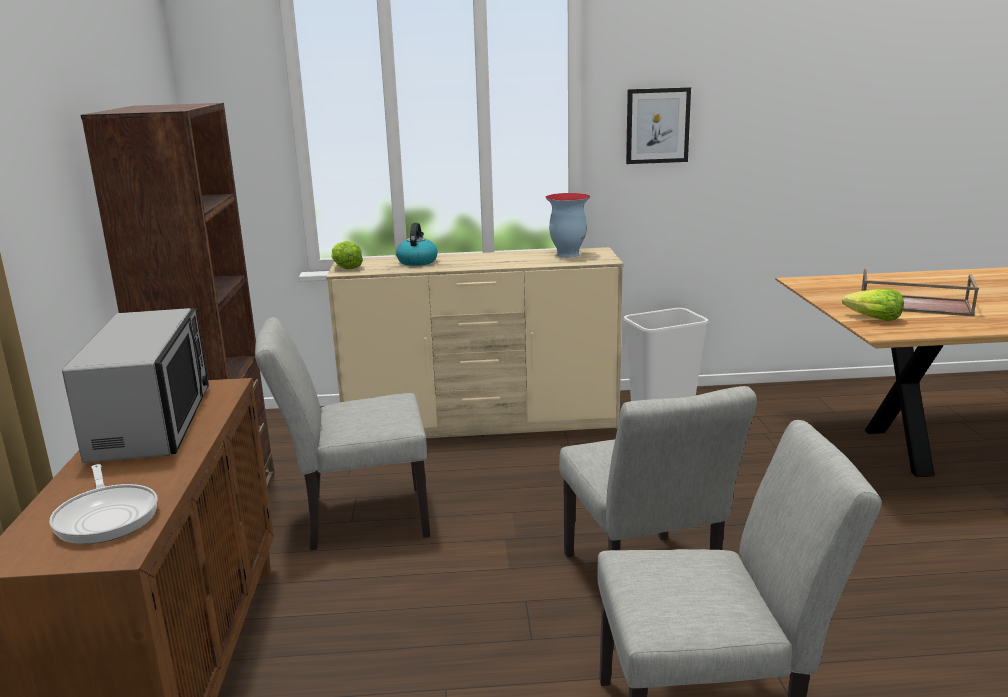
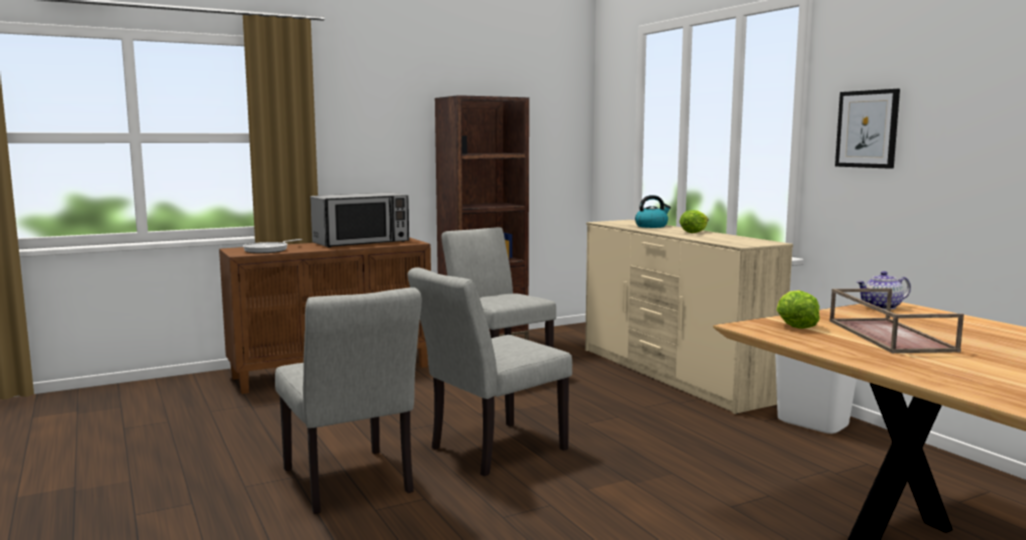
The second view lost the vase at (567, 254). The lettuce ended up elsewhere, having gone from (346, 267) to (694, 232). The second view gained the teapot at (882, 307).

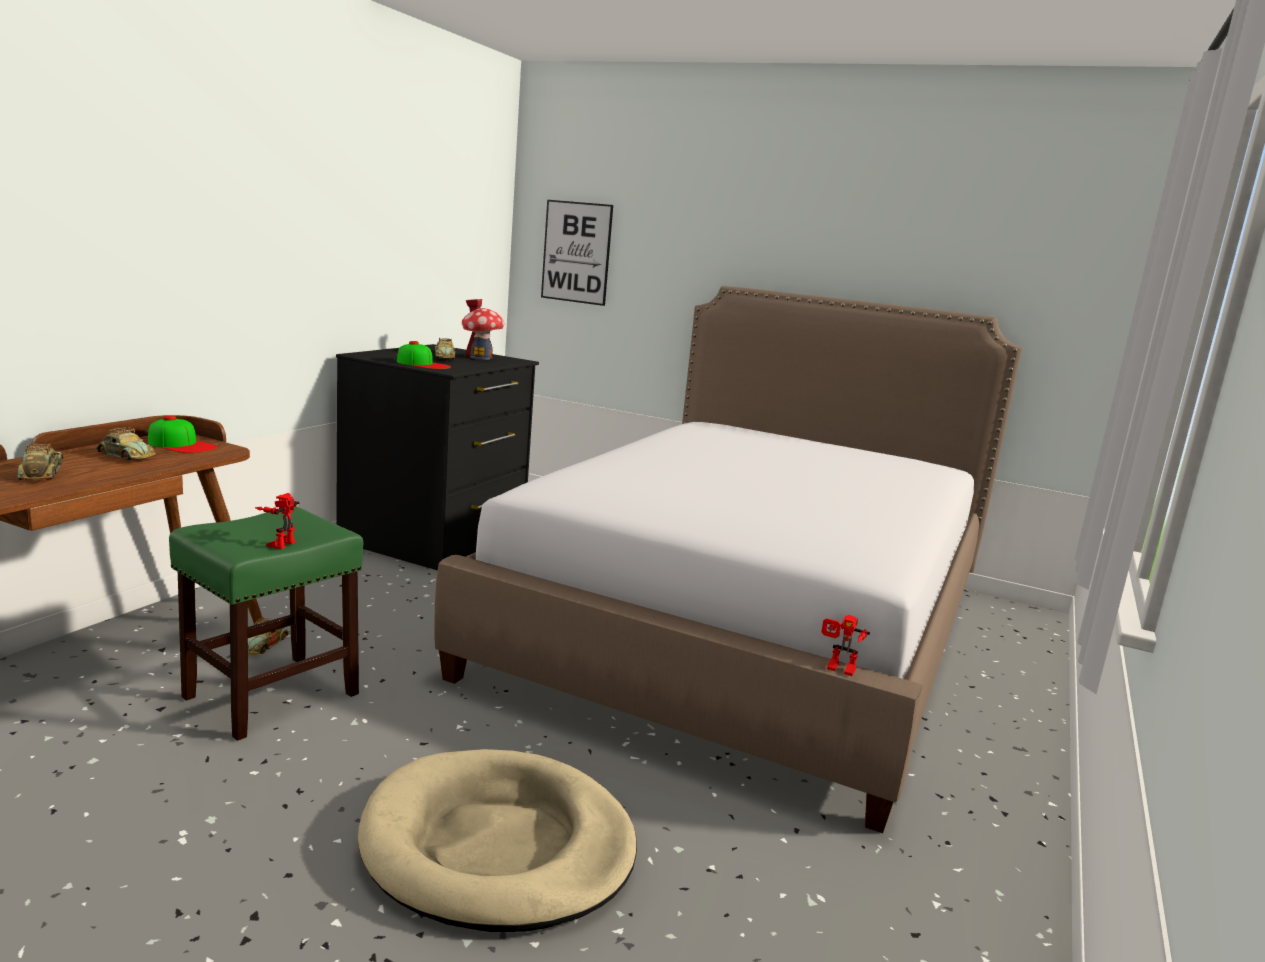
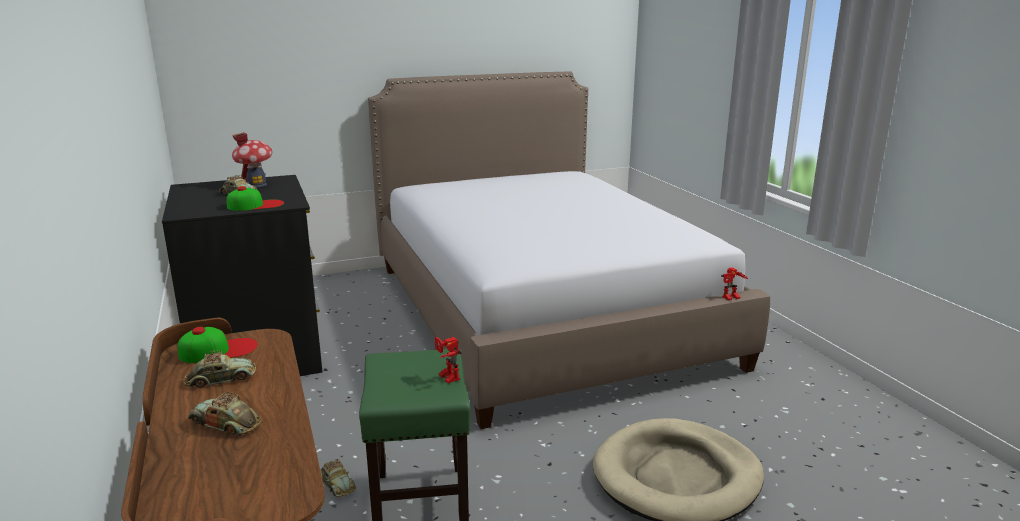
The second view lost the picture at (576, 252).

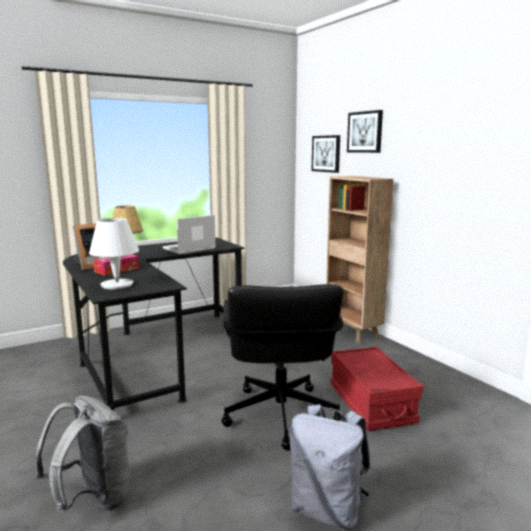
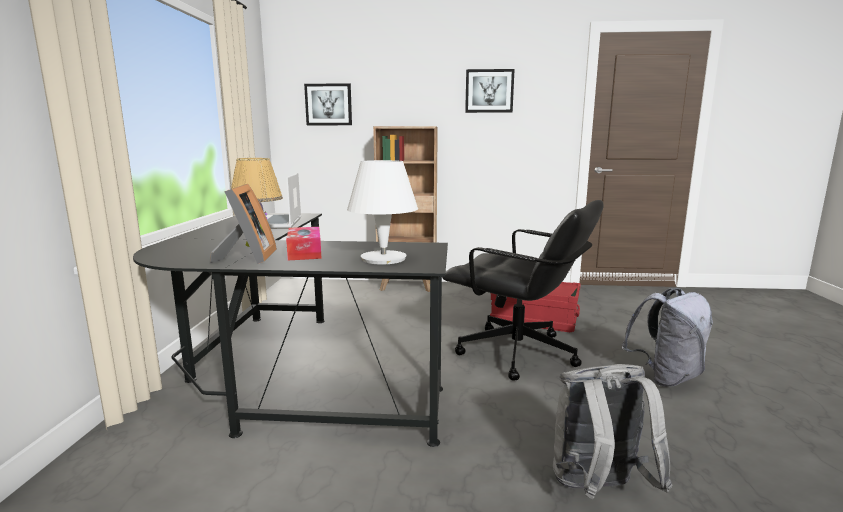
The picture ended up elsewhere, having gone from (365, 132) to (489, 91).

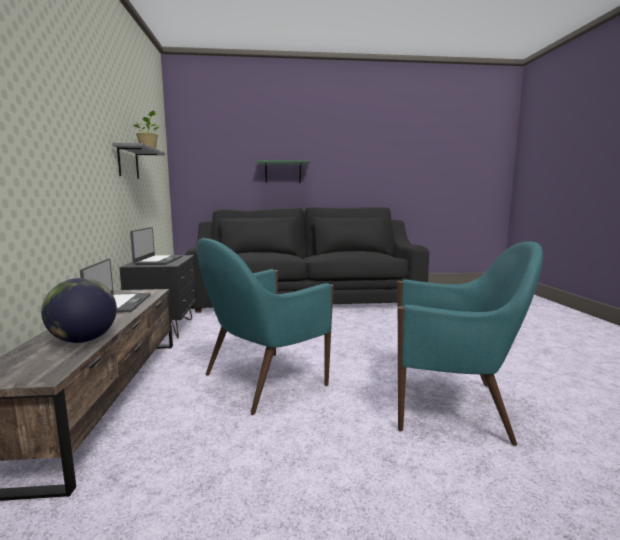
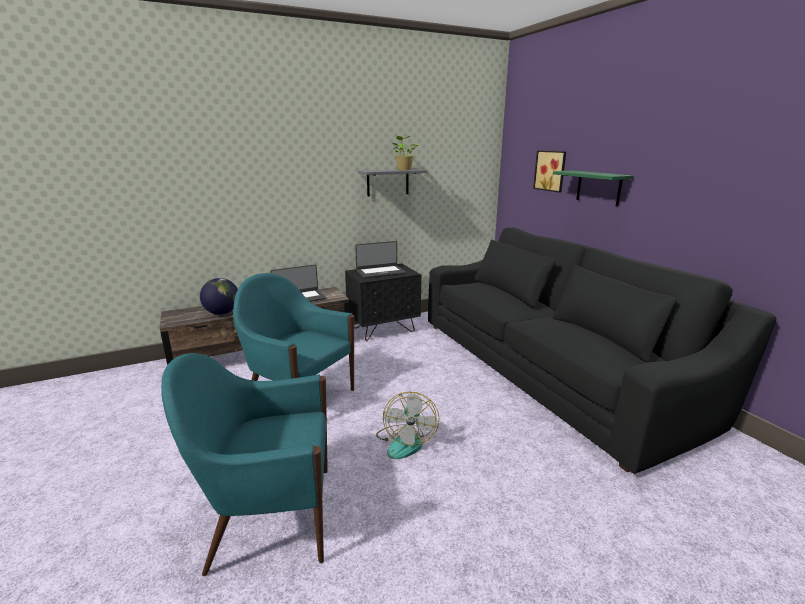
The armchair/turquoise at (451, 406) ended up facing another way, 90 degrees clockwise from before. The second view gained the picture at (551, 171). The second view gained the fan at (405, 441).

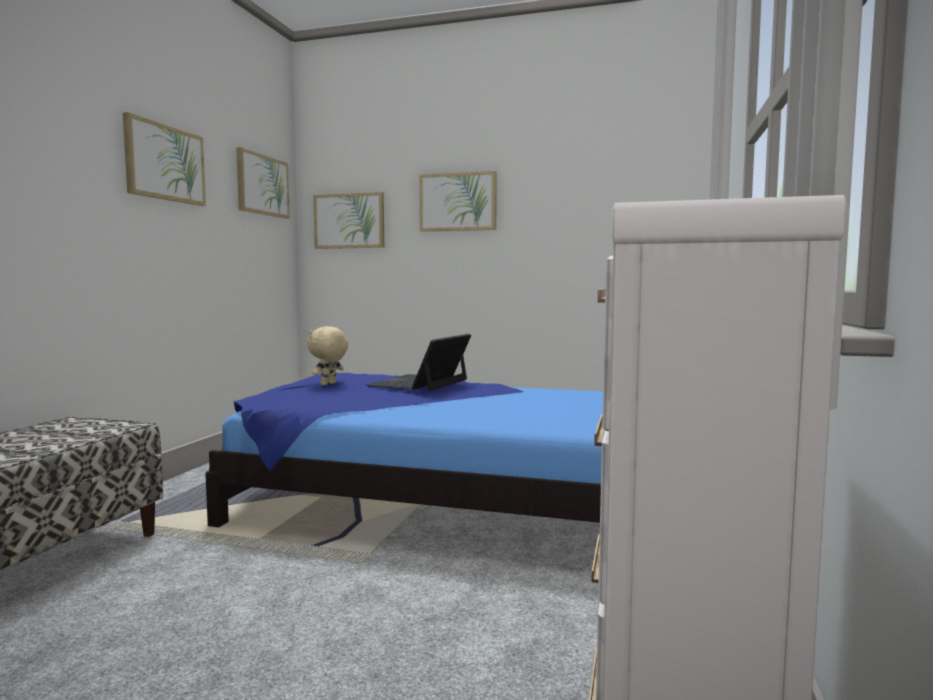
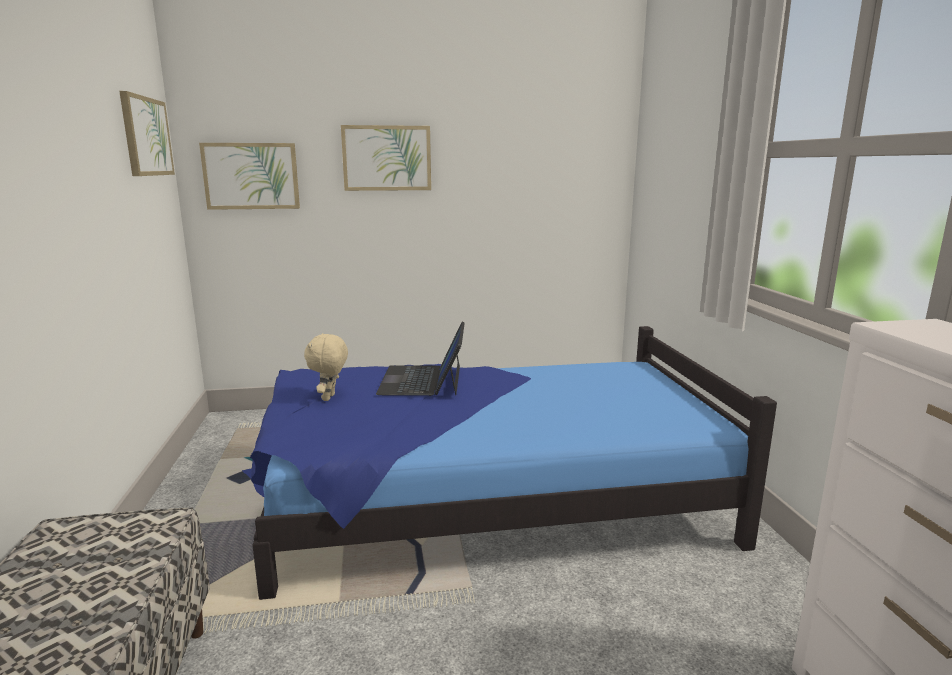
The second view lost the picture at (165, 163).

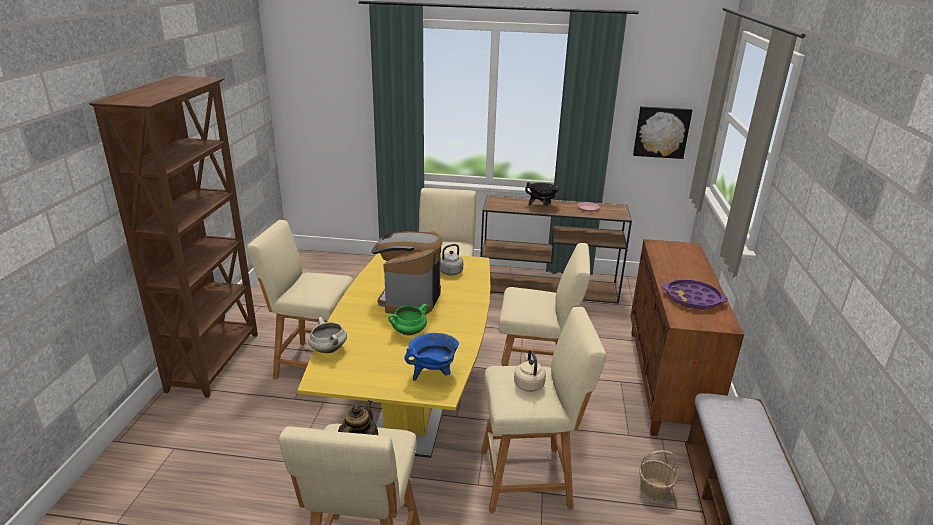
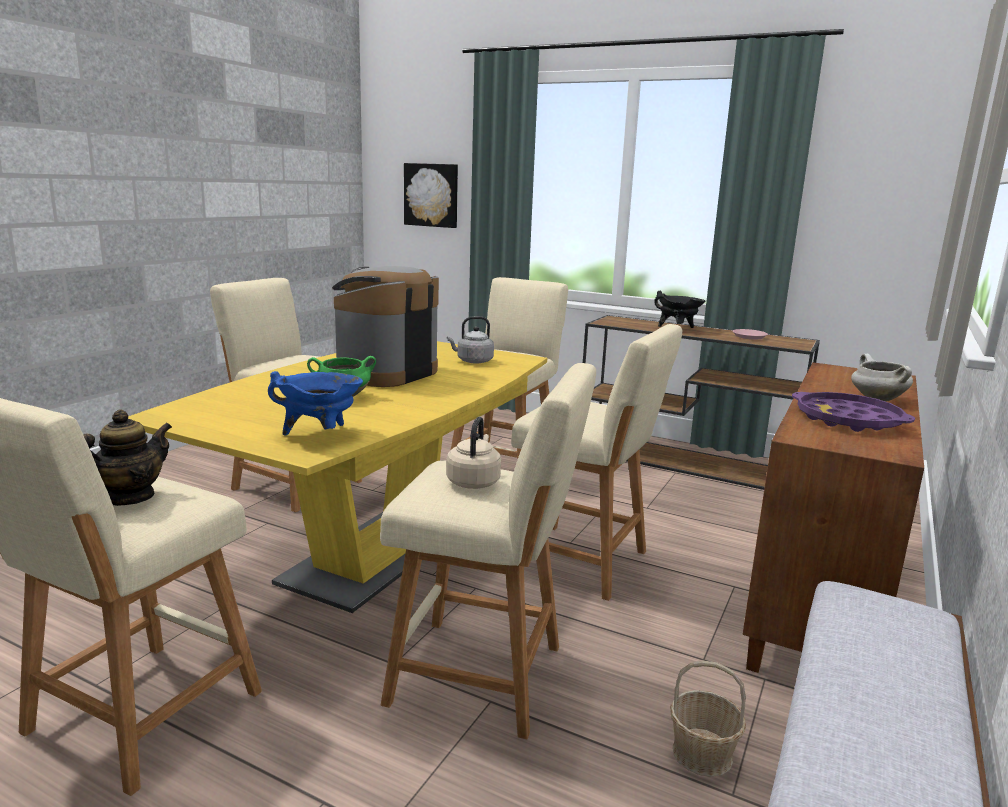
The second view lost the bookcase/brown at (216, 361). The picture ended up elsewhere, having gone from (661, 132) to (432, 195). The cooking pot/white ended up elsewhere, having gone from (328, 349) to (876, 399).

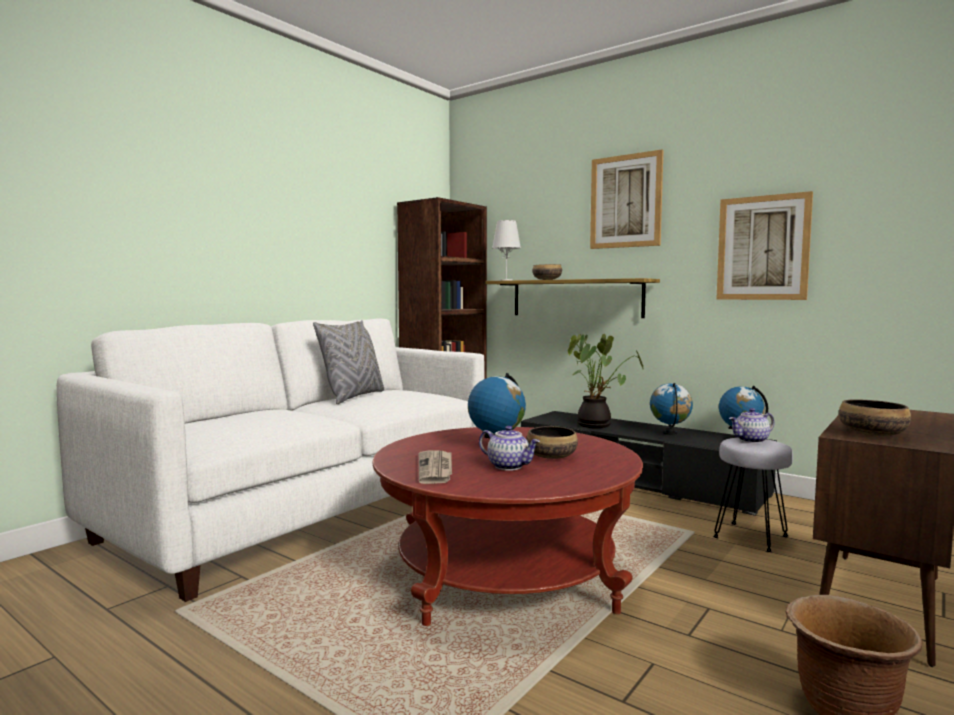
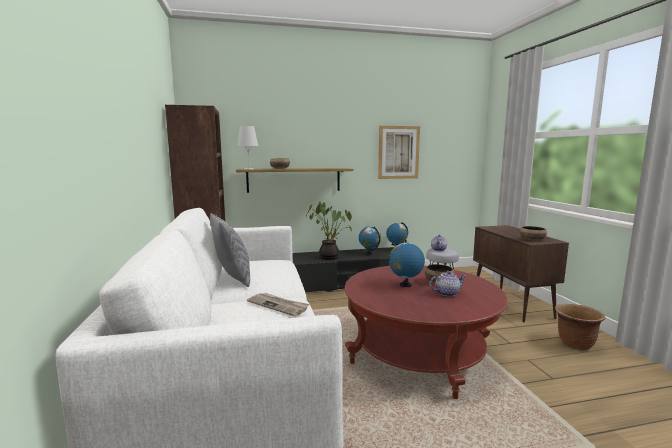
The second view lost the picture at (625, 201). The newspaper ended up elsewhere, having gone from (436, 469) to (278, 305).

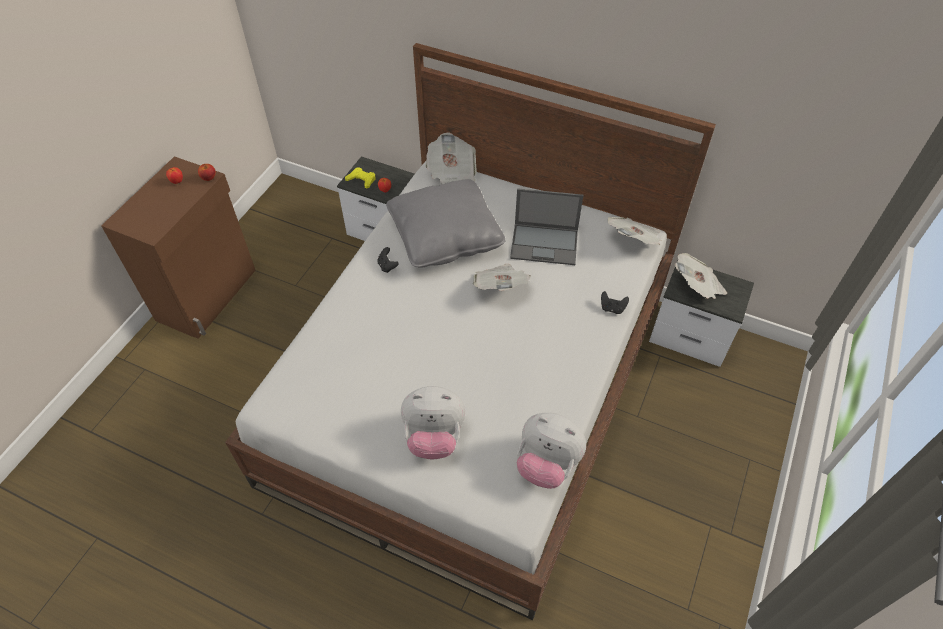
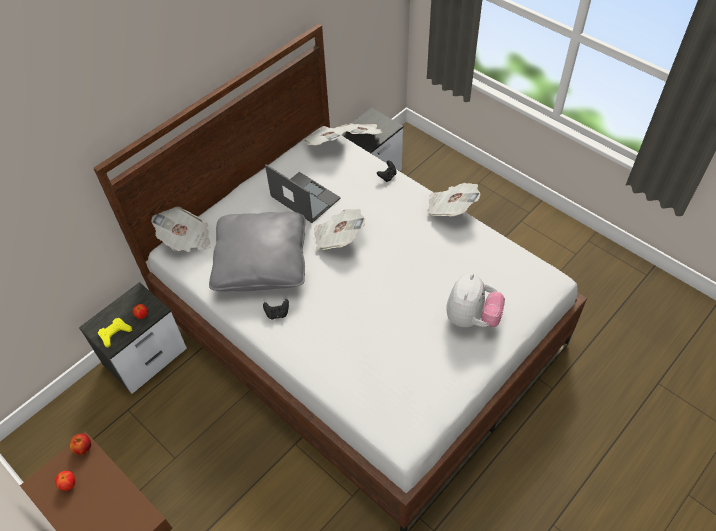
The laptop at (545, 244) ended up facing another way, 75 degrees counterclockwise from before. The second view lost the plush toy at (546, 464). The second view gained the newspaper at (450, 208).

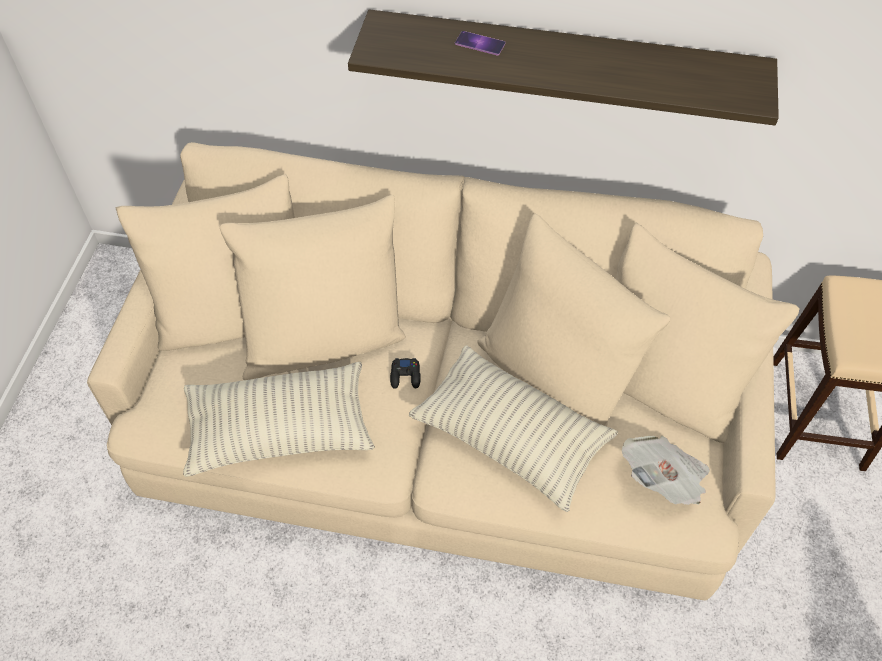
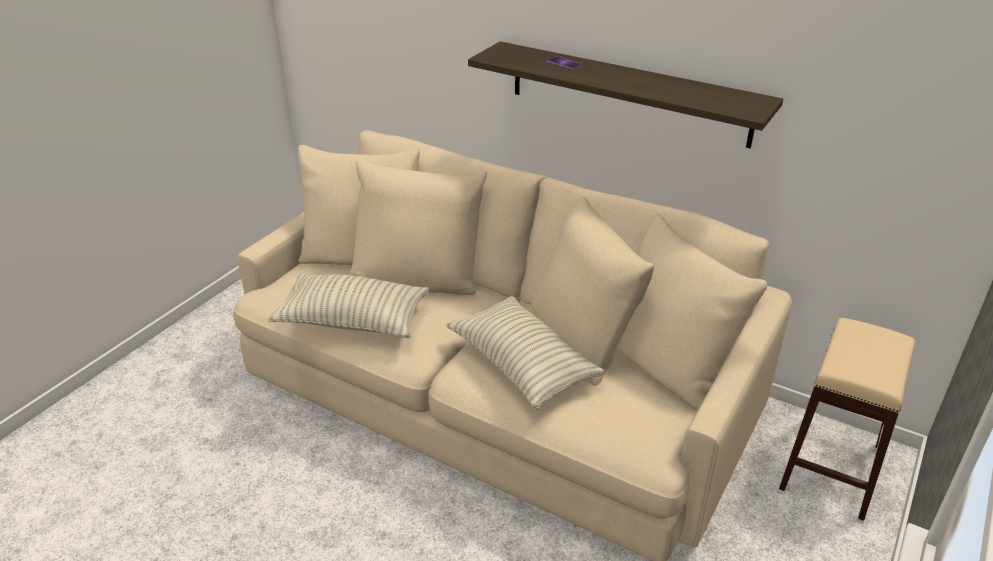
The second view lost the game controller/black at (405, 376). The second view lost the newspaper at (664, 479).

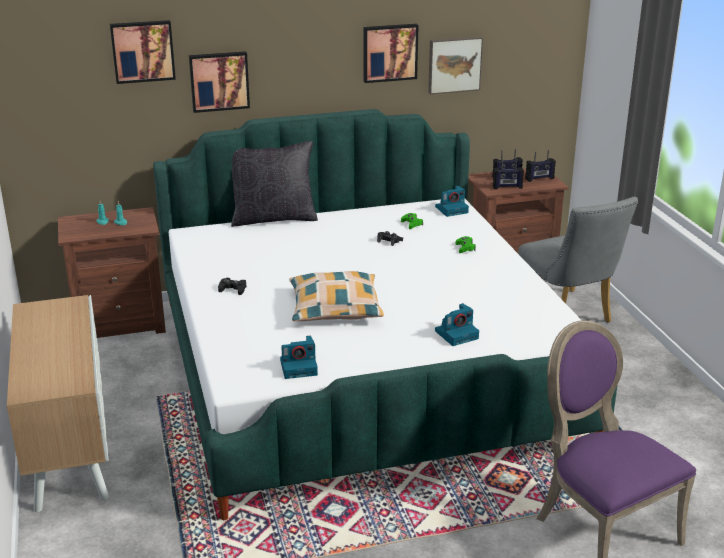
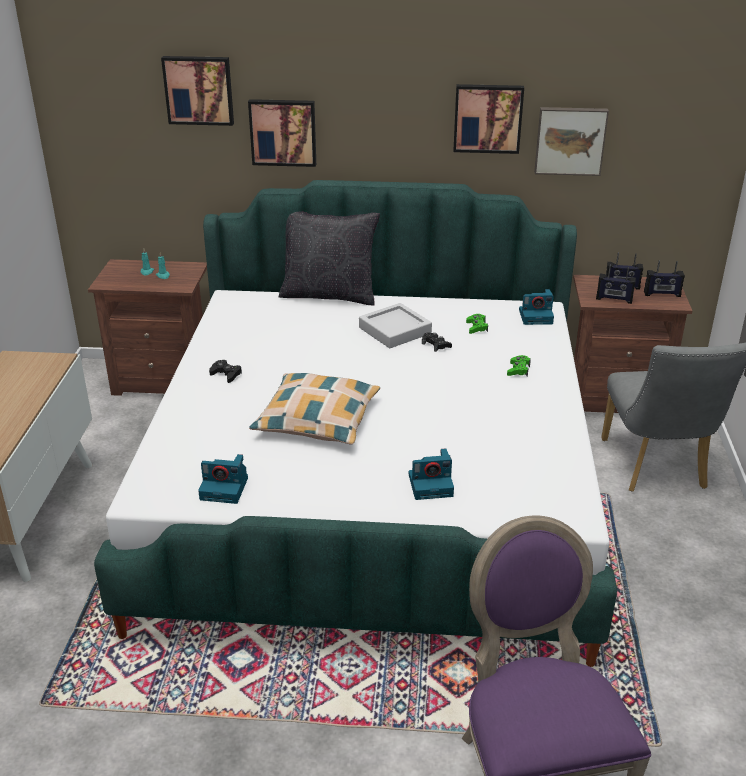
The second view gained the tray/grey at (395, 330).

